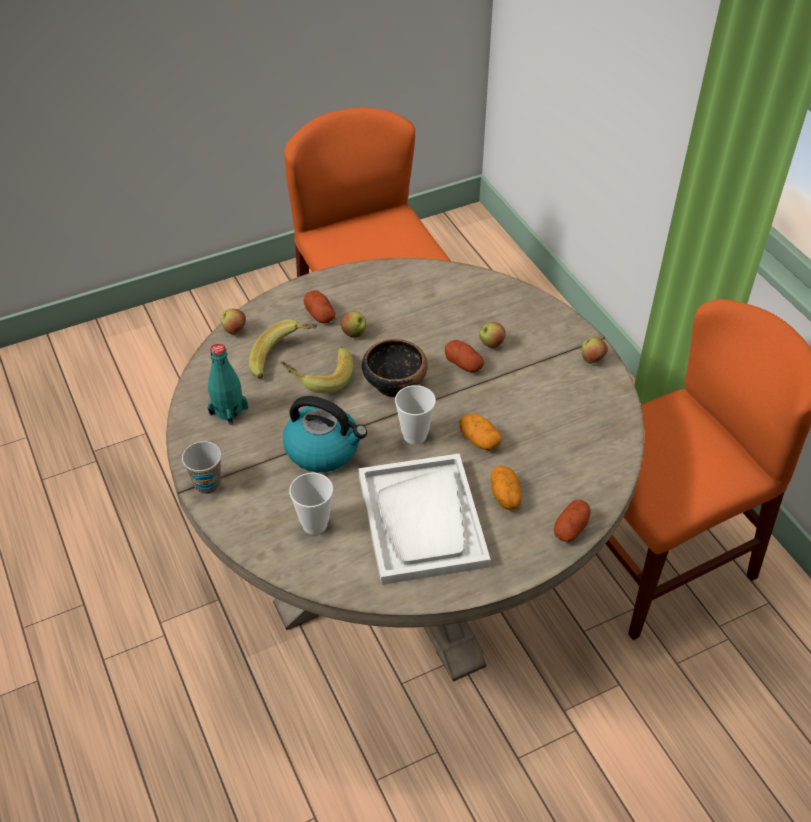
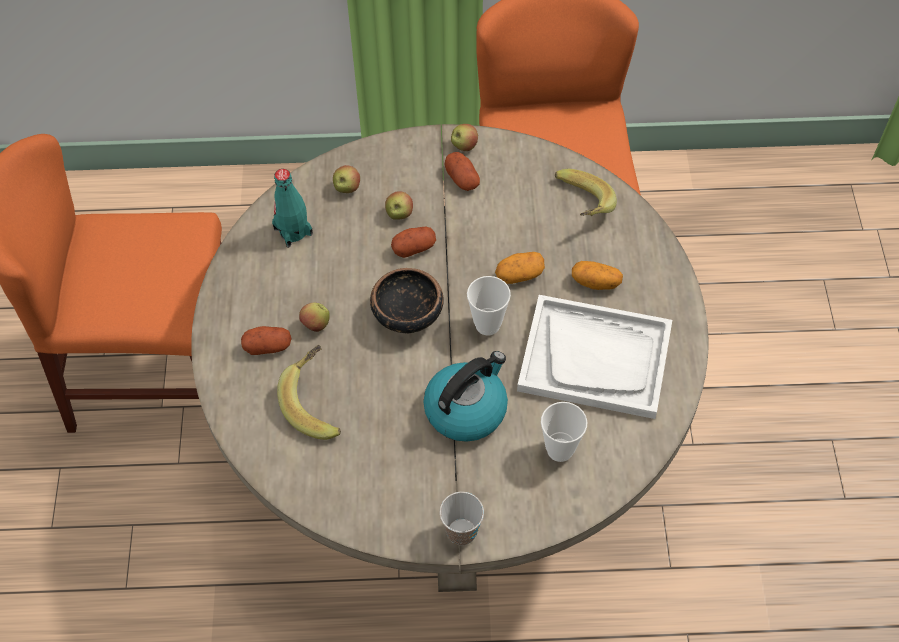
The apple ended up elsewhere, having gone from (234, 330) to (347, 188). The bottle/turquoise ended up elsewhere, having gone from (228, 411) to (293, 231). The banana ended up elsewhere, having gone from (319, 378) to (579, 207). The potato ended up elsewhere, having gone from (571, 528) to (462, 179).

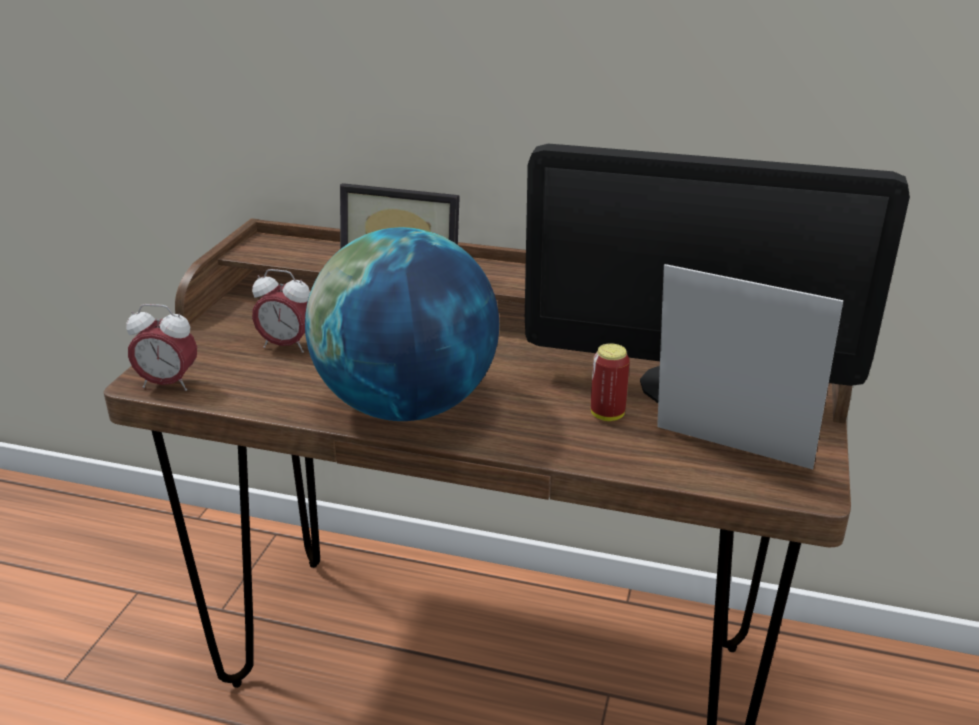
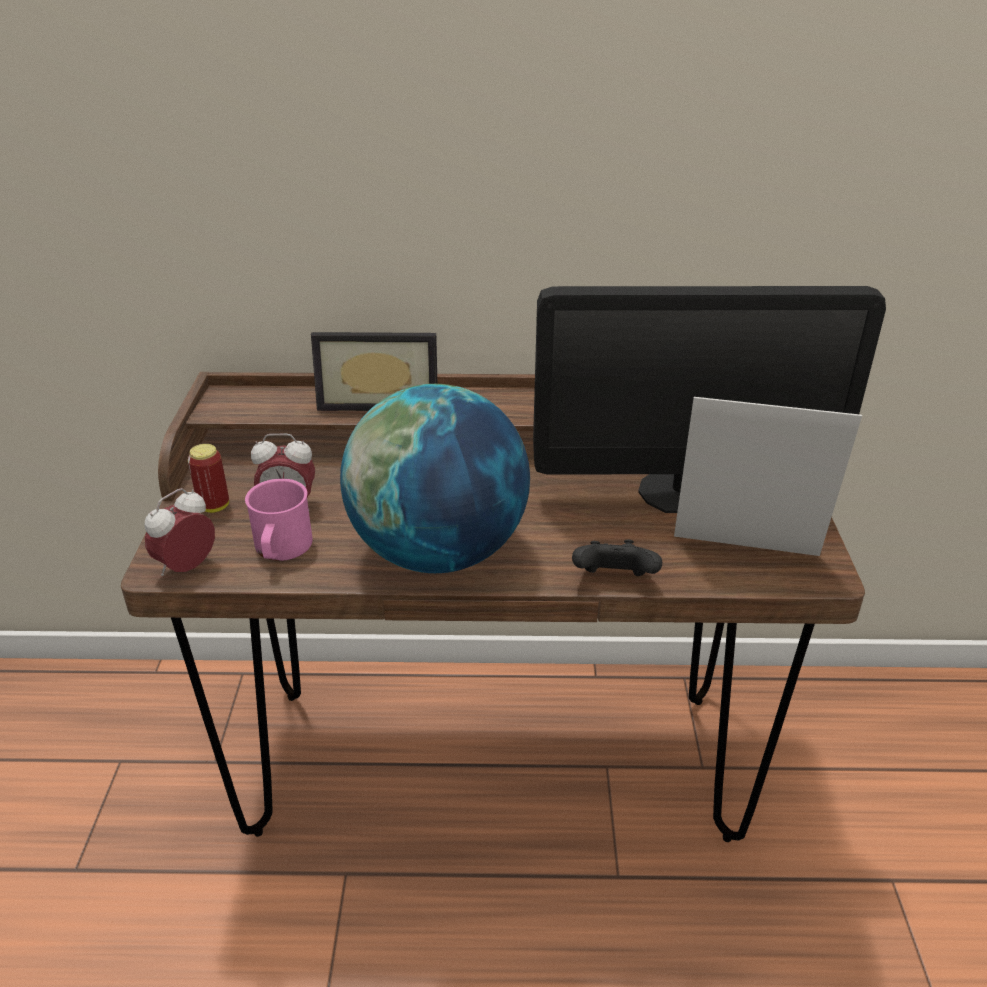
The alarm clock at (168, 384) ended up facing another way, 135 degrees clockwise from before. The can ended up elsewhere, having gone from (607, 415) to (214, 506). The second view gained the mug/pink at (281, 550). The second view gained the game controller/black at (614, 580).

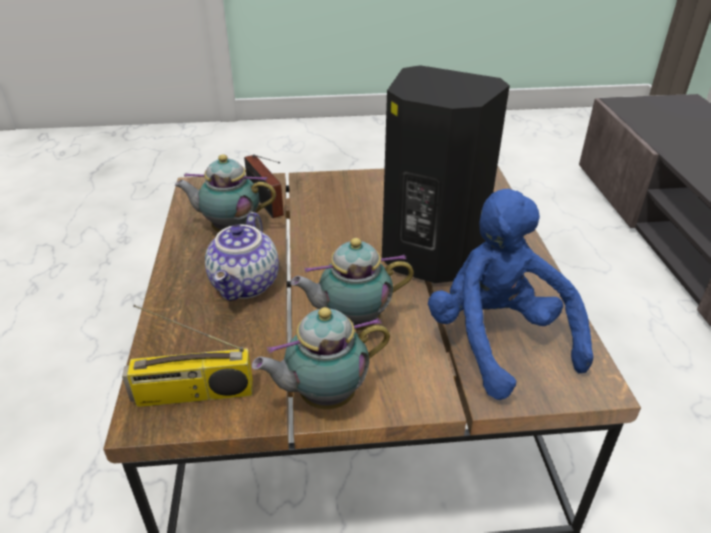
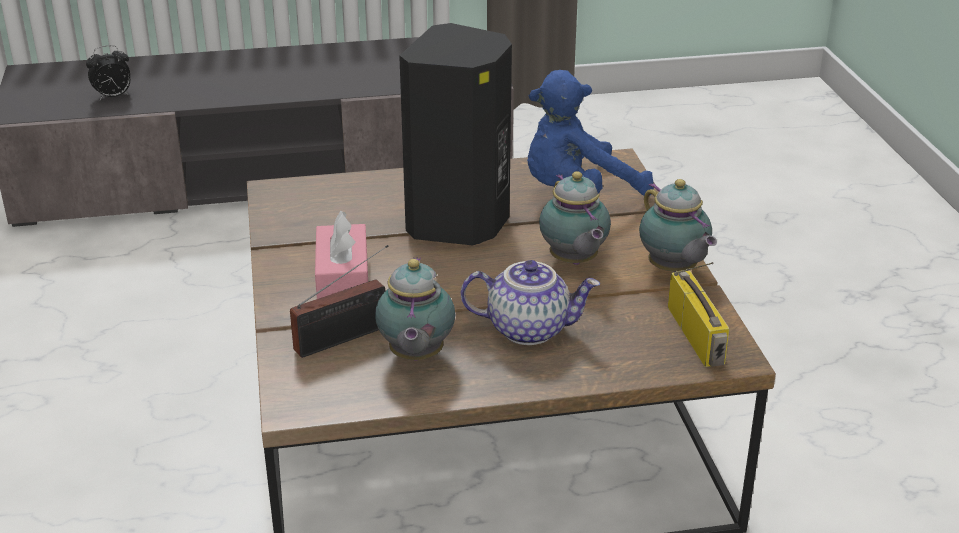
The second view gained the alarm clock at (113, 97). The second view gained the tissue box/pink at (343, 283).

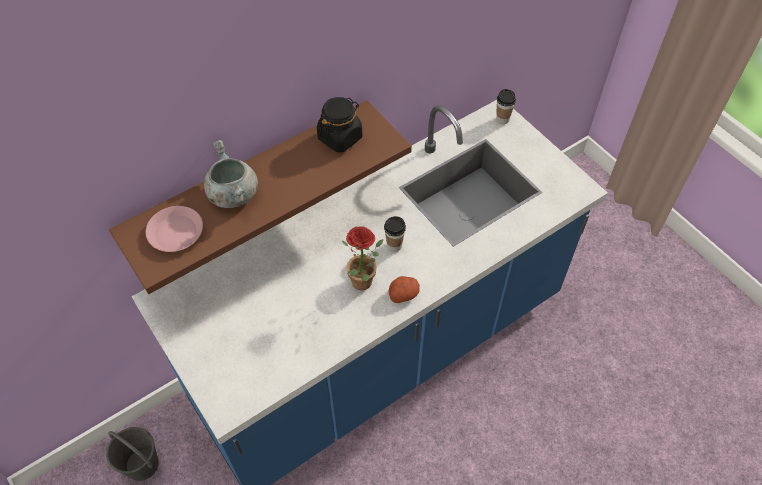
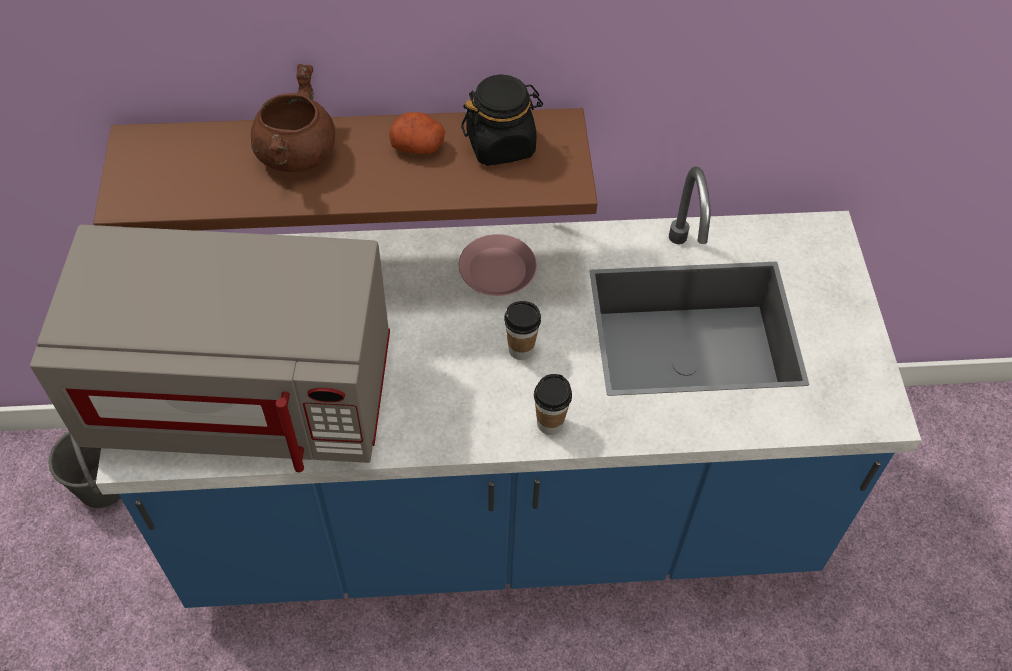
The cup ended up elsewhere, having gone from (502, 119) to (550, 423). What was the cooking pot/grey at (232, 194) turned into the cooking pot/brown at (295, 153). The plate/pink ended up elsewhere, having gone from (176, 232) to (498, 270). The second view lost the potted plant at (364, 285). The potato ended up elsewhere, having gone from (403, 294) to (419, 146). The second view gained the microwave/grey at (244, 393).

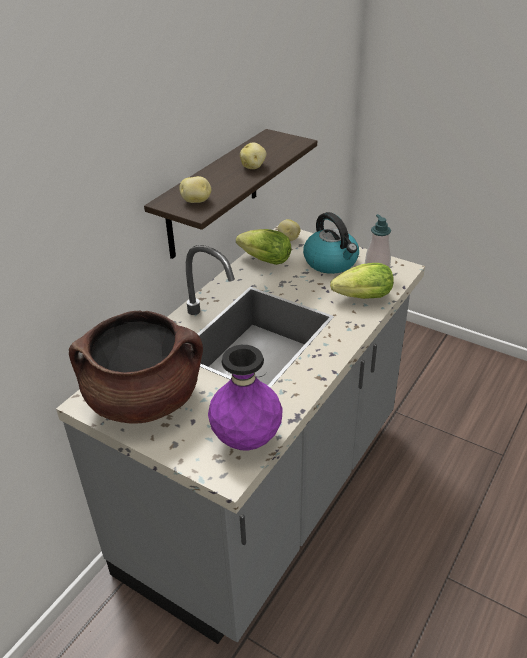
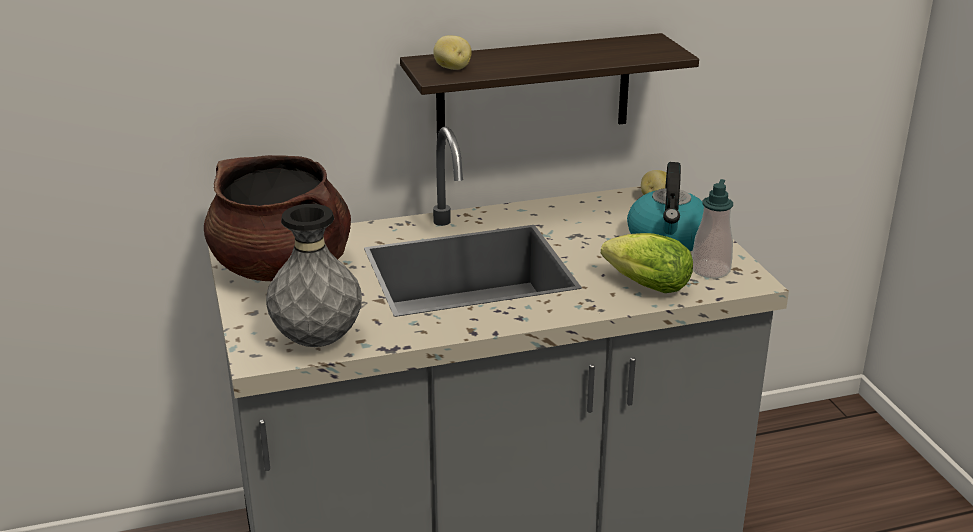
The second view lost the potato at (253, 166). The second view lost the lettuce at (262, 260). What was the vase/purple at (246, 439) turned into the vase/grey at (318, 341).

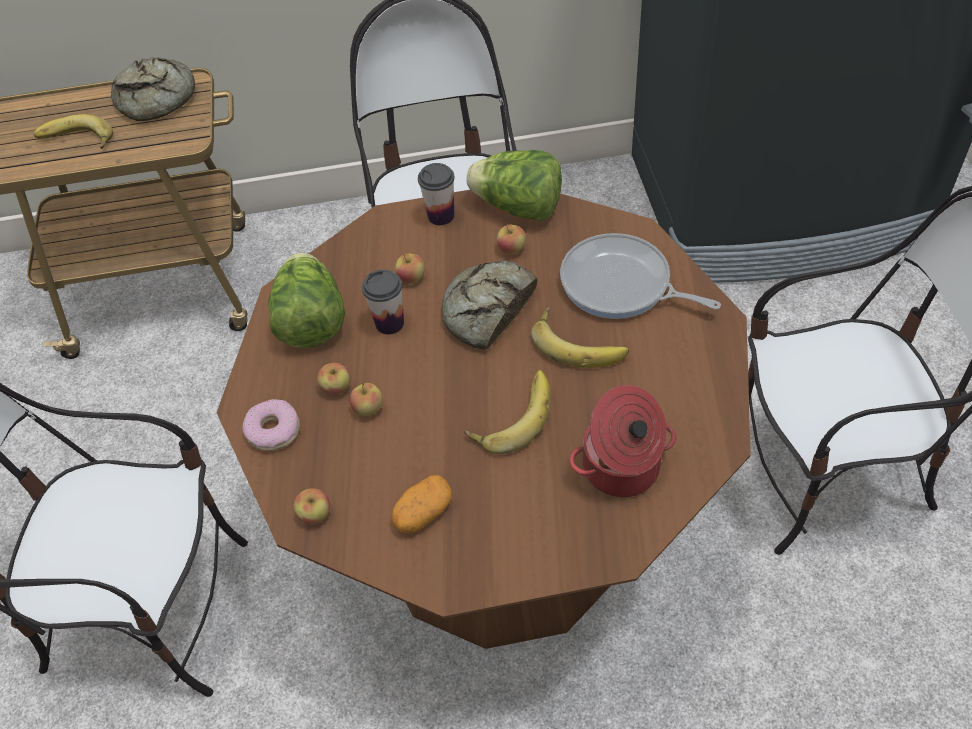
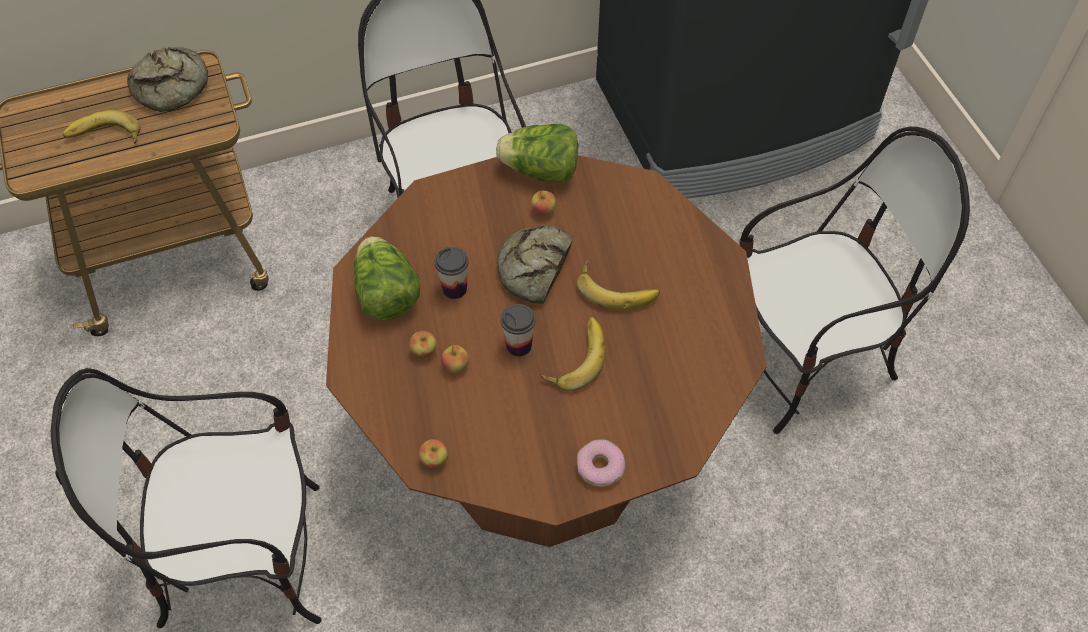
The cup ended up elsewhere, having gone from (441, 216) to (519, 345). The second view lost the frying pan at (621, 285). The second view lost the apple at (411, 278). The second view lost the cooking pot at (622, 469). The donut ended up elsewhere, having gone from (273, 430) to (600, 467). The second view lost the potato at (423, 513).

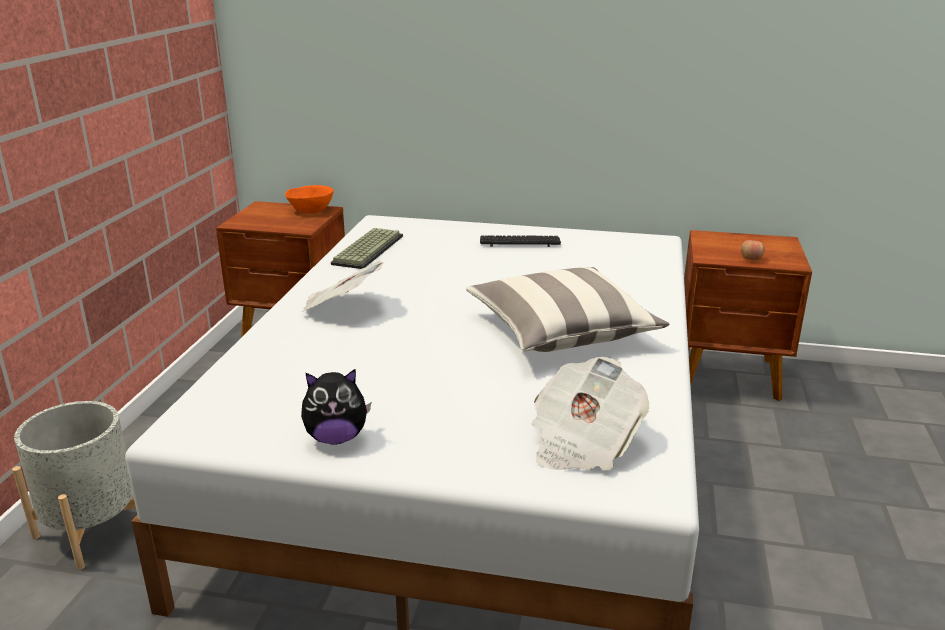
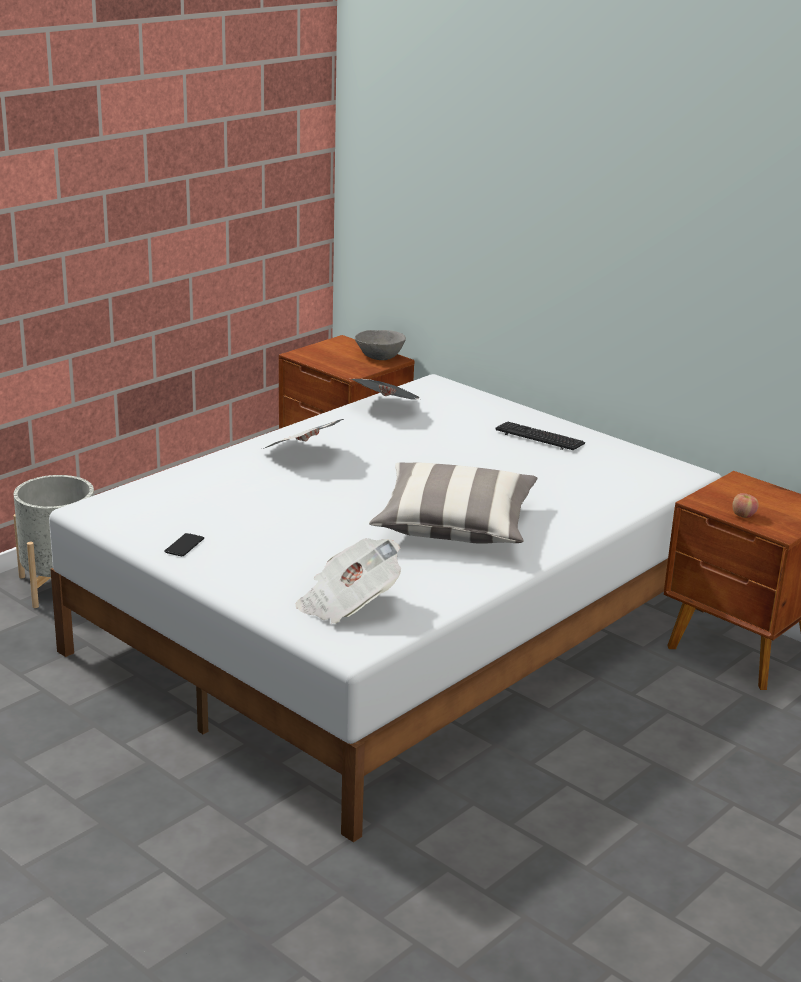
What was the bowl/orange at (311, 210) turned into the bowl/grey at (380, 356). Where the keyboard stood at (367, 249), the newspaper came to stand at (387, 408). Where the plush toy stood at (336, 438), the phone came to stand at (184, 545).

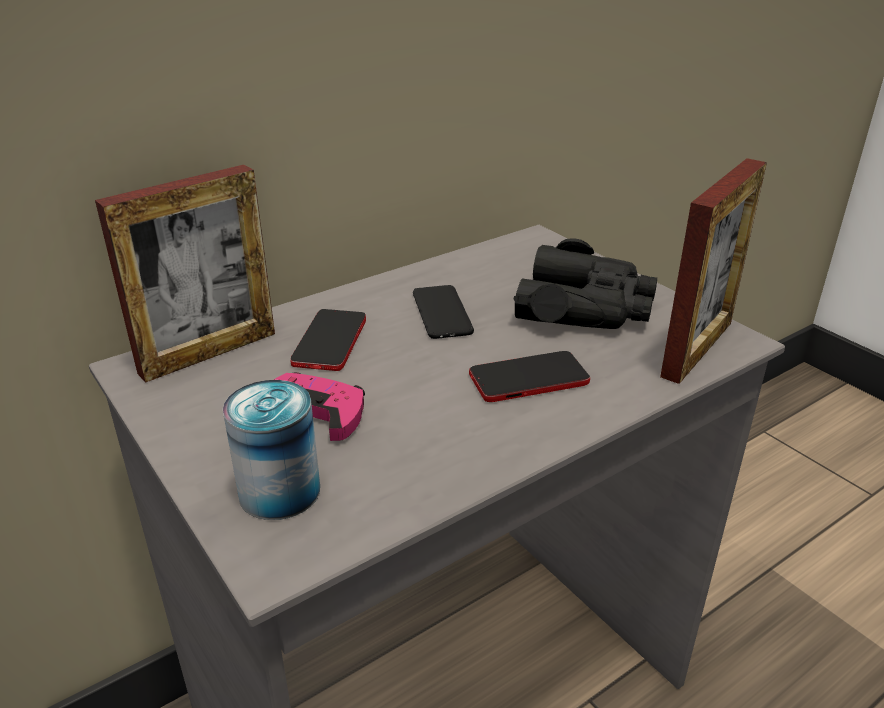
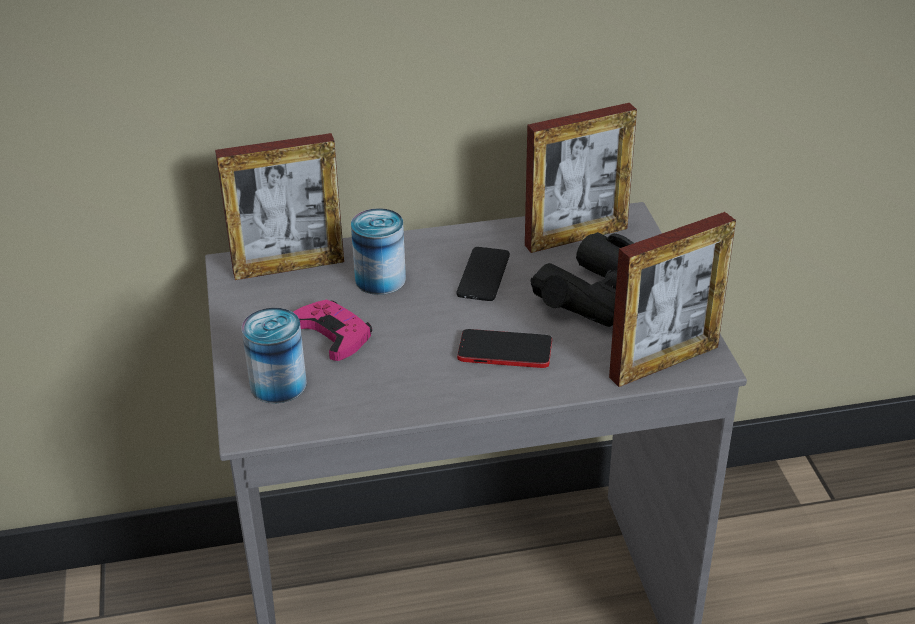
Where the phone stood at (330, 341), the can came to stand at (380, 279). The second view gained the picture frame at (576, 237).

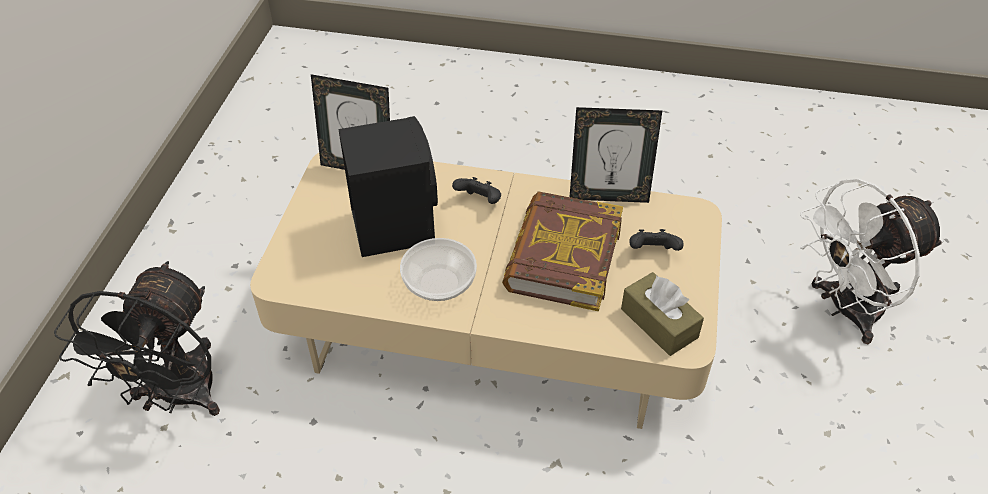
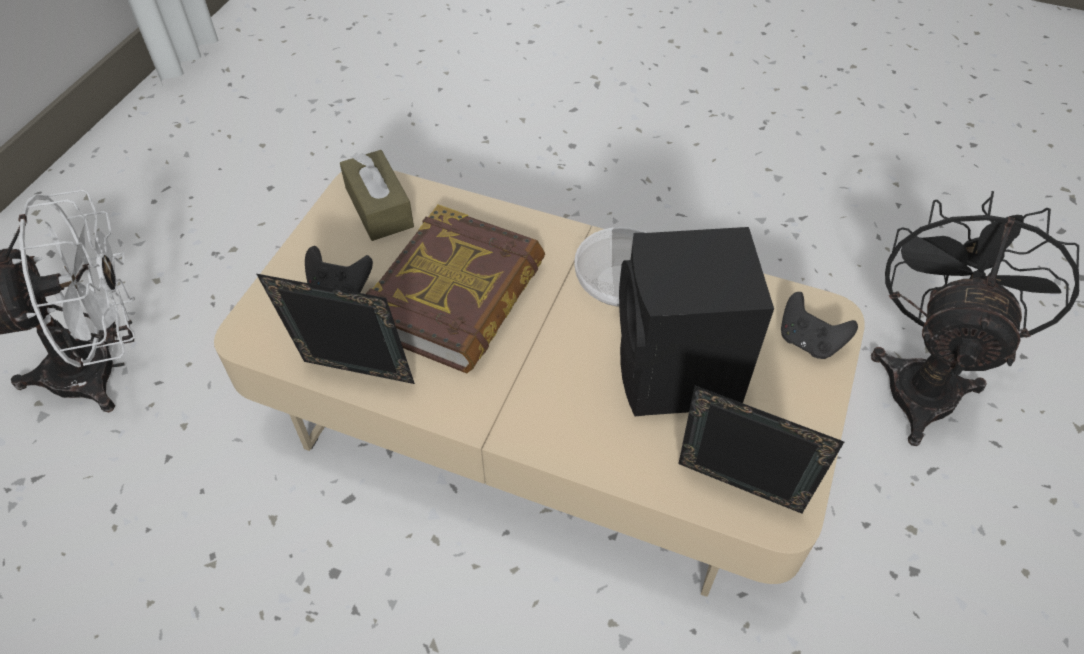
The game controller/black ended up elsewhere, having gone from (479, 202) to (809, 341).

